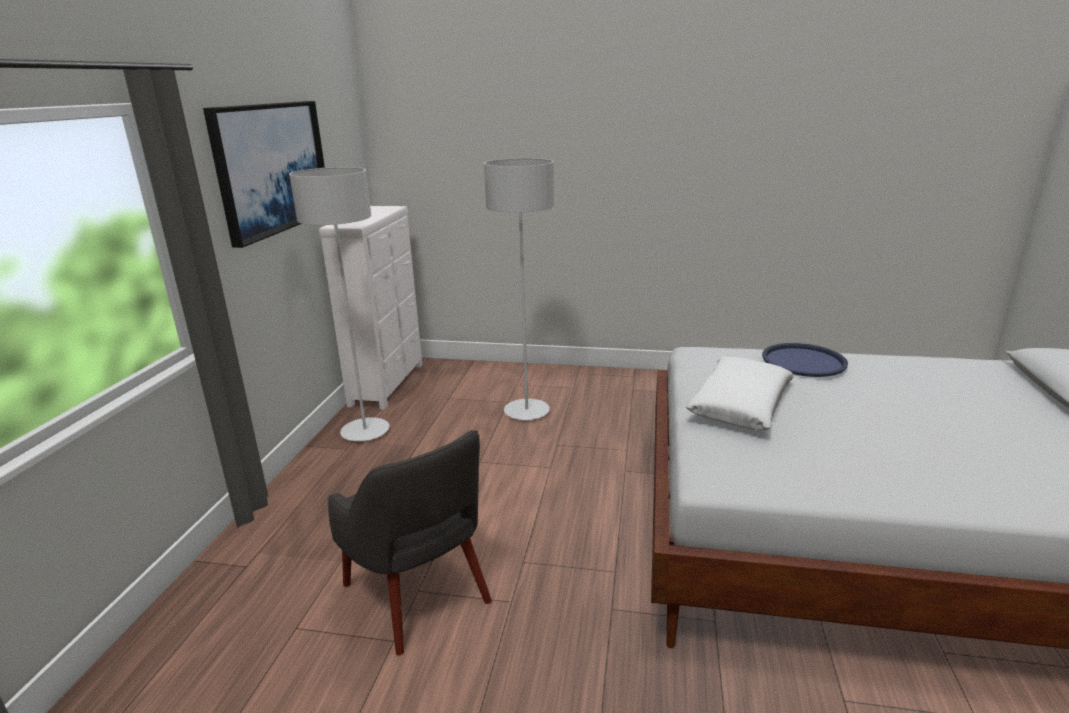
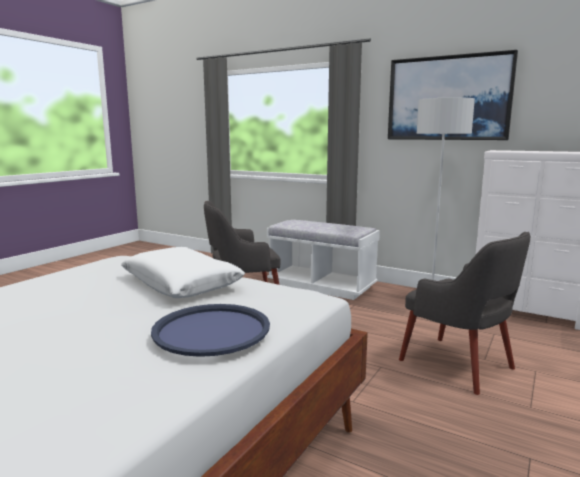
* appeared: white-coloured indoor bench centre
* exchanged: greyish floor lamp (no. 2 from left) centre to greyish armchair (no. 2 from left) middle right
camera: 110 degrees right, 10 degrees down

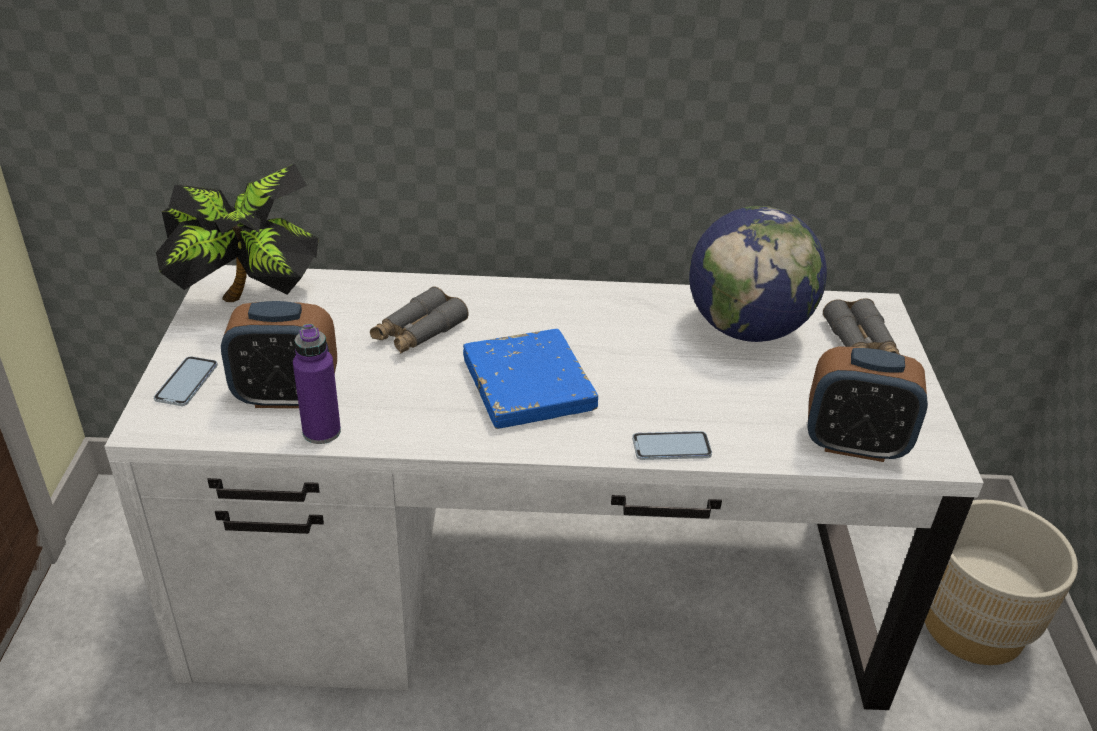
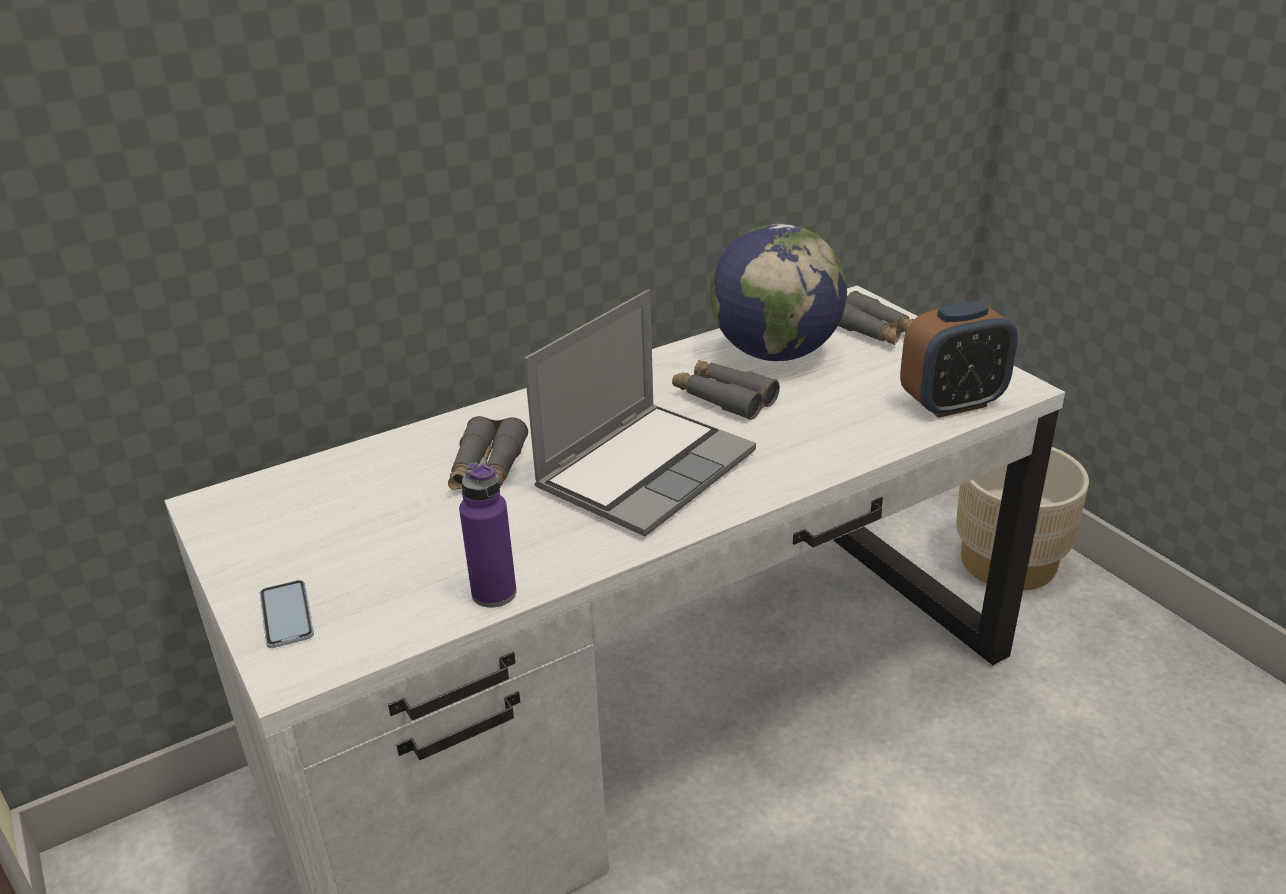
* missing: houseplant top left
* missing: table clock (no. 1 from left) middle left
* missing: phone (no. 2 from left) centre
* appeared: greyish binoculars (no. 2 from left) centre
* exchanged: blue volume centre to portable computer centre
camera: 30 degrees left, 5 degrees down

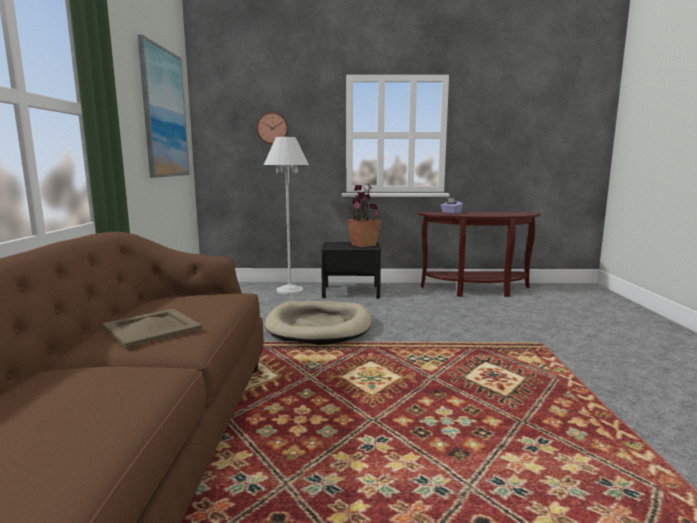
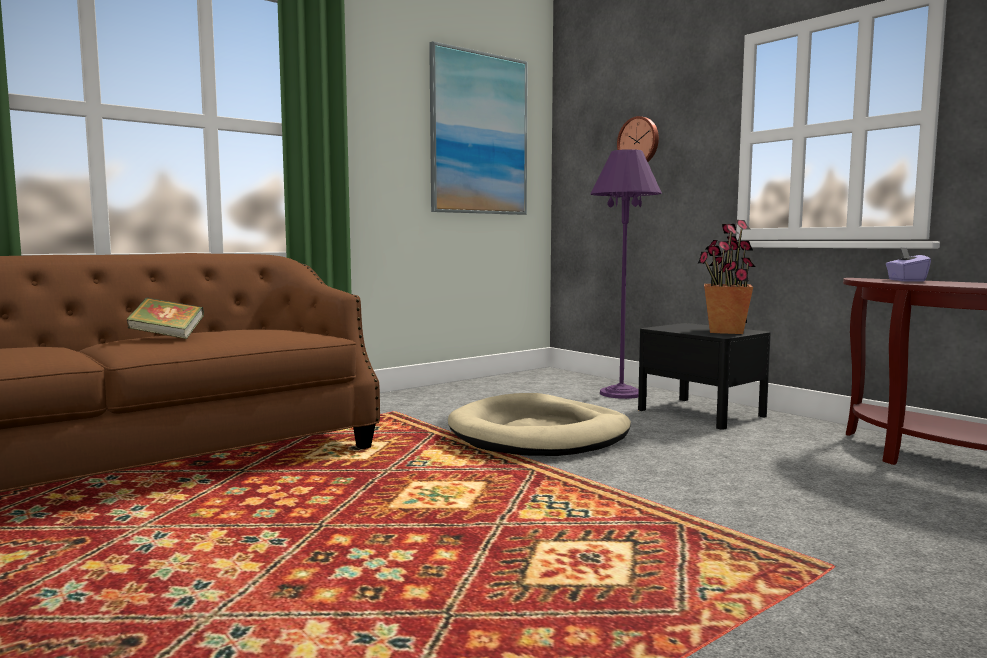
* exchanged: beige carrying tray middle left to volume middle left
* colour: white-coloured floor lamp centre to purple floor lamp centre
camera: 50 degrees right, 5 degrees down

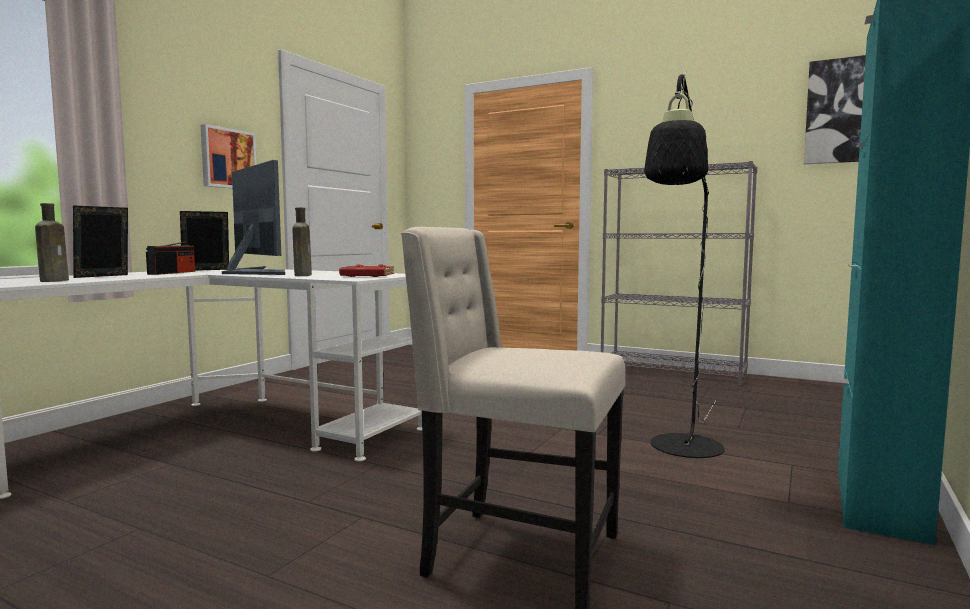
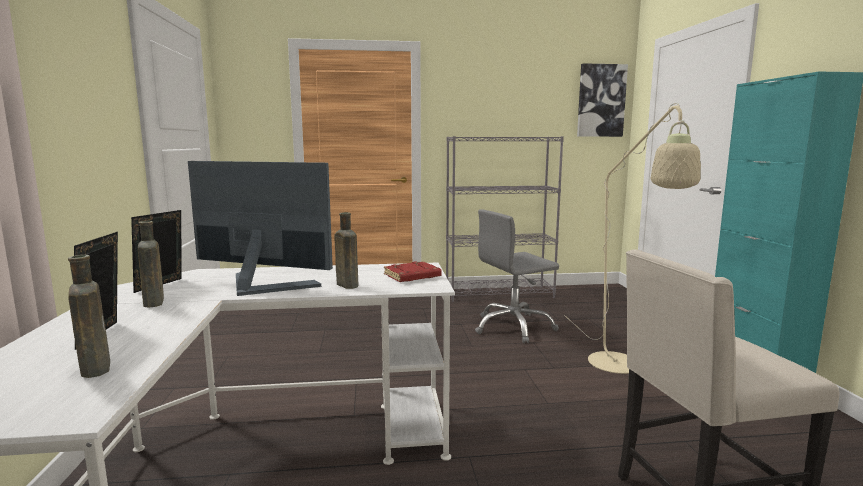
* missing: picture (no. 1 from left) top left
* appeared: greyish computer chair centre
* exchanged: radio set middle left to brown-coloured drink bottle (no. 2 from left) middle left
* colour: black floor lamp middle right to beige floor lamp middle right
camera: 35 degrees left, 5 degrees up

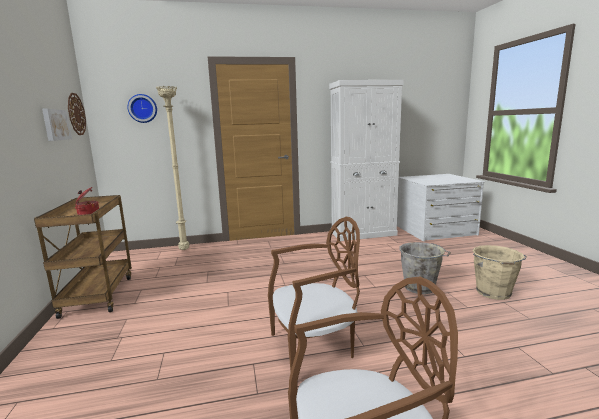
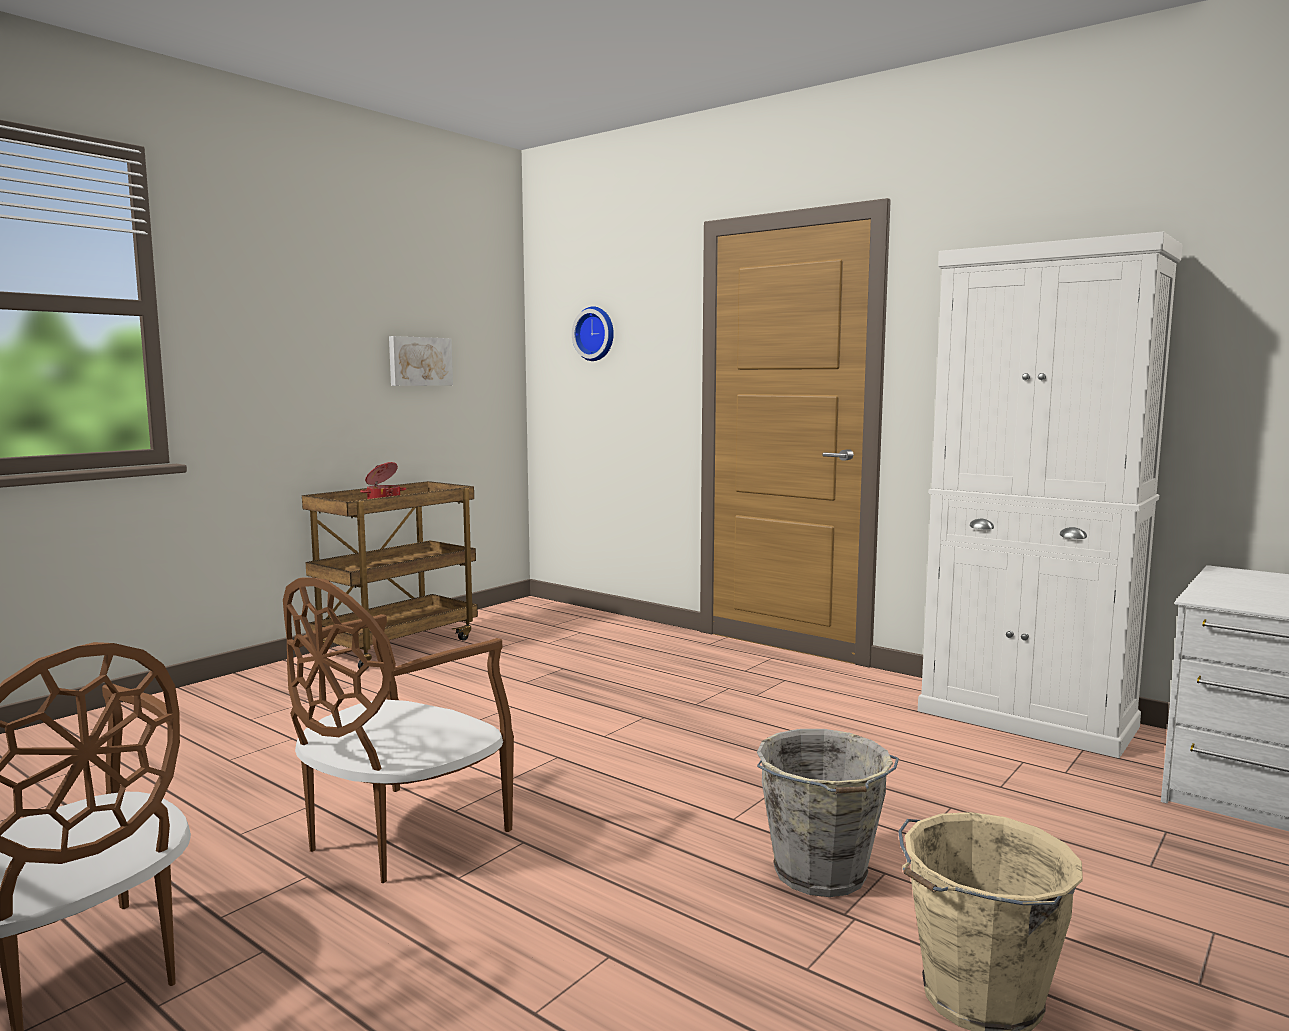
* missing: clock on the wall (no. 1 from left) top left
* missing: beige floor lamp middle left
* spun: brown-coloured plain chair (no. 1 from left in the first image) bottom centre = bottom left 90 degrees clockwise
camera: 50 degrees right, 5 degrees down

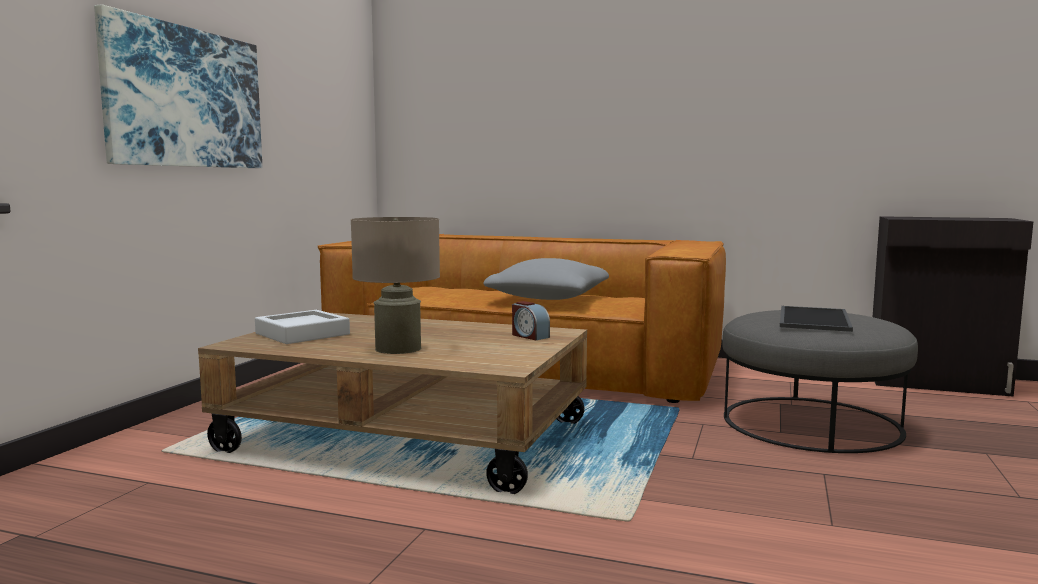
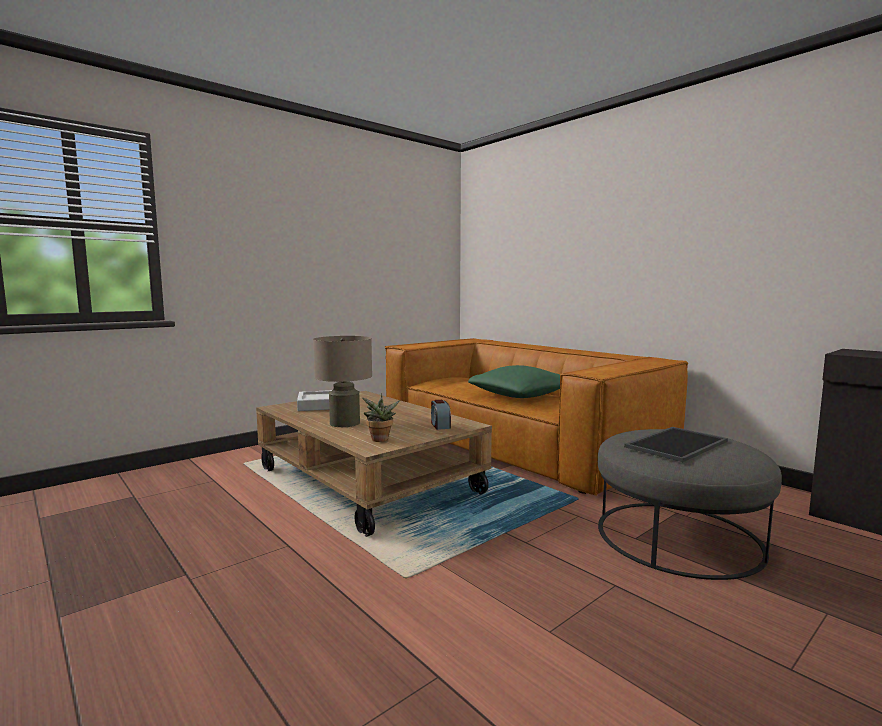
* missing: picture top left
* appeared: houseplant centre
* colour: greyish pillow centre to green-coloured pillow centre
camera: 30 degrees right, 0 degrees up

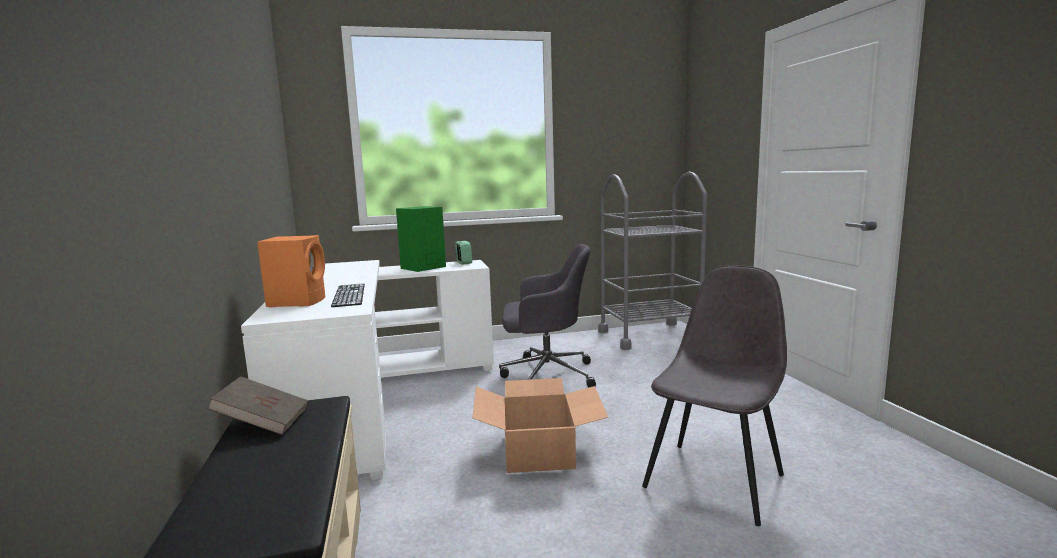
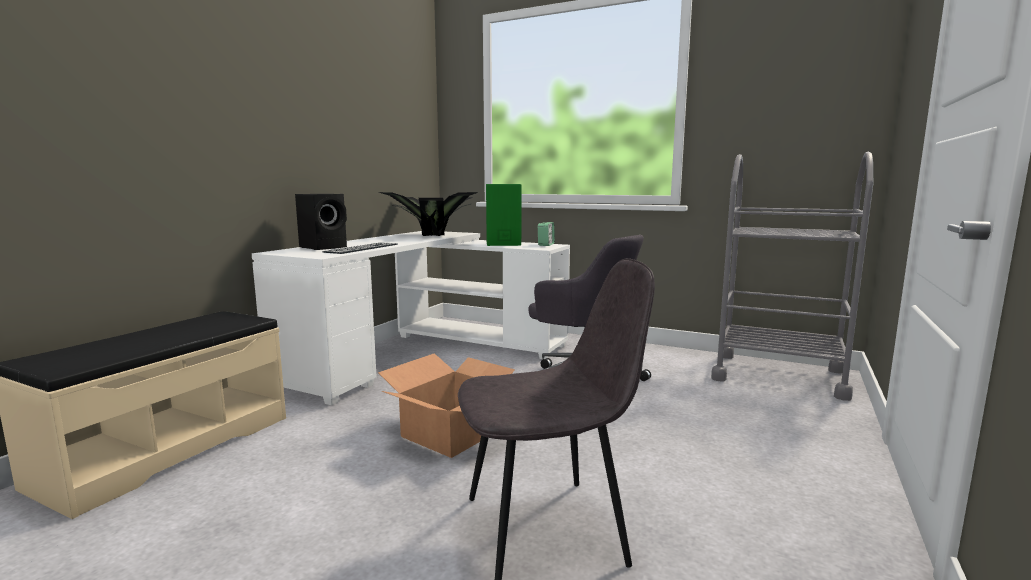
* missing: brown-coloured volume bottom left
* appeared: houseplant centre
* colour: orangey speaker middle left to black speaker middle left
camera: 40 degrees right, 0 degrees up

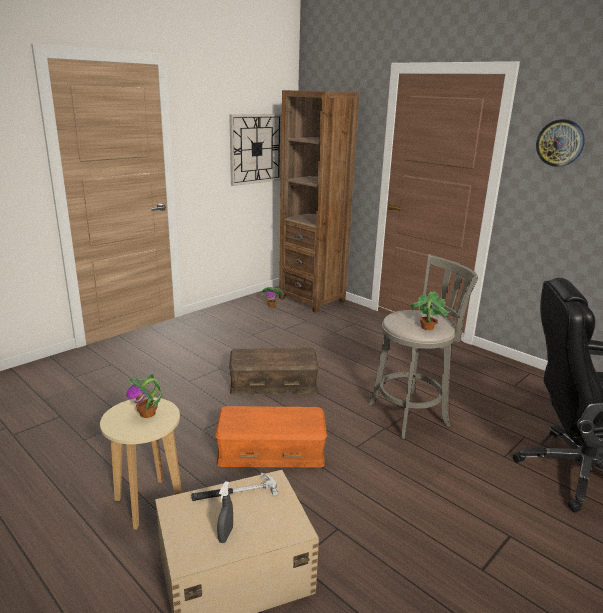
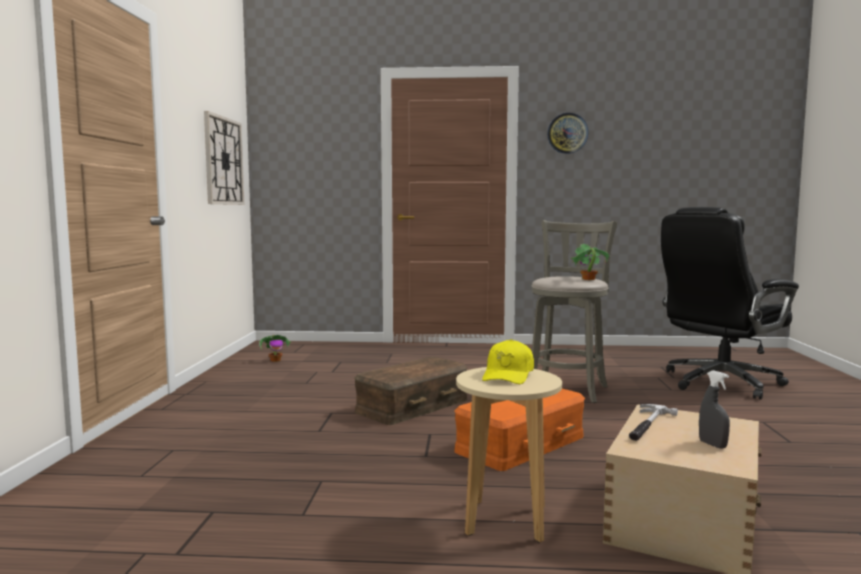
* missing: brown-coloured shelving unit top centre
* exchanged: houseplant (no. 1 from left) middle left to yellow-coloured peaked cap centre
camera: 40 degrees left, 15 degrees down

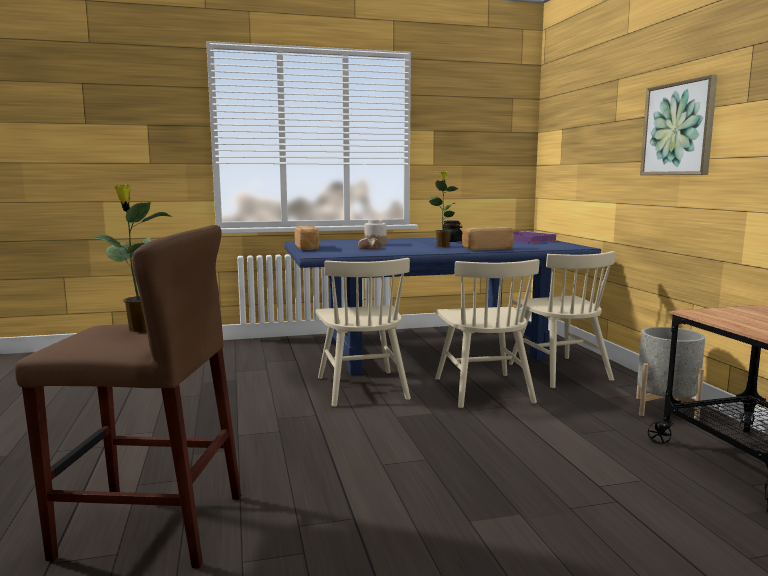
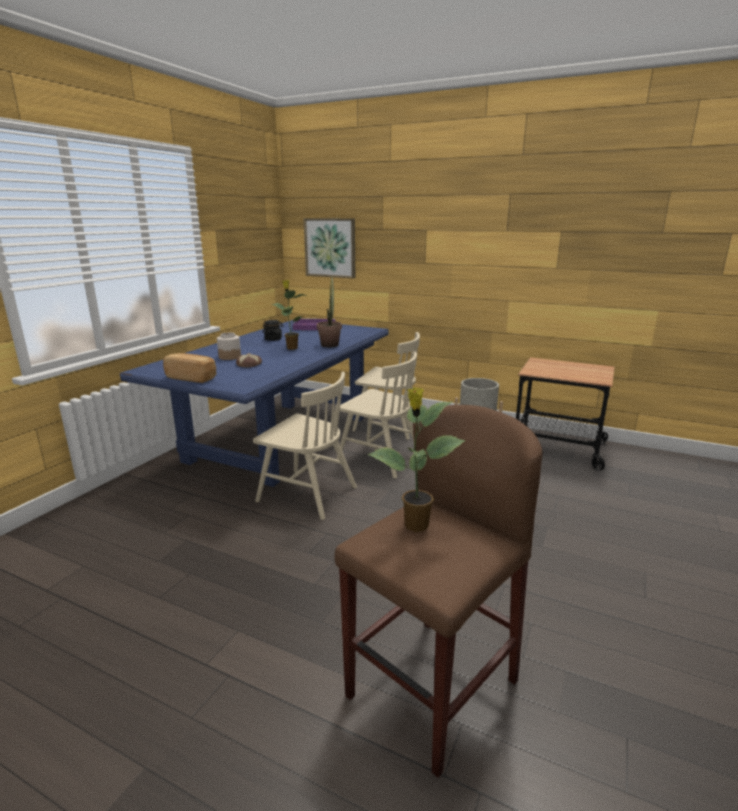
* relocated: picture top right to top centre
* exchanged: bread (no. 3 from left) centre to houseplant (no. 2 from left) centre
camera: 50 degrees left, 10 degrees up

